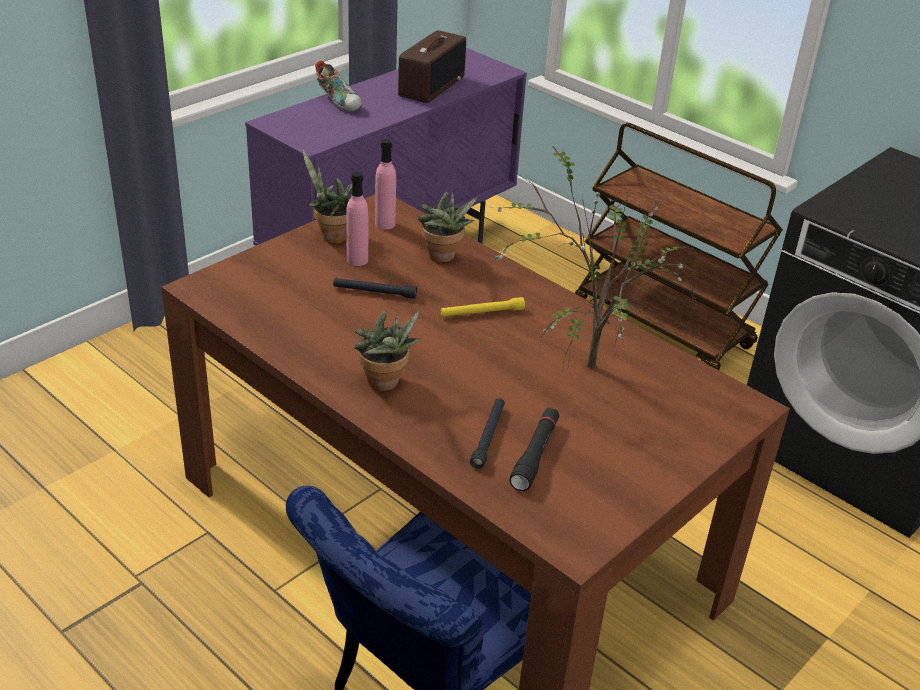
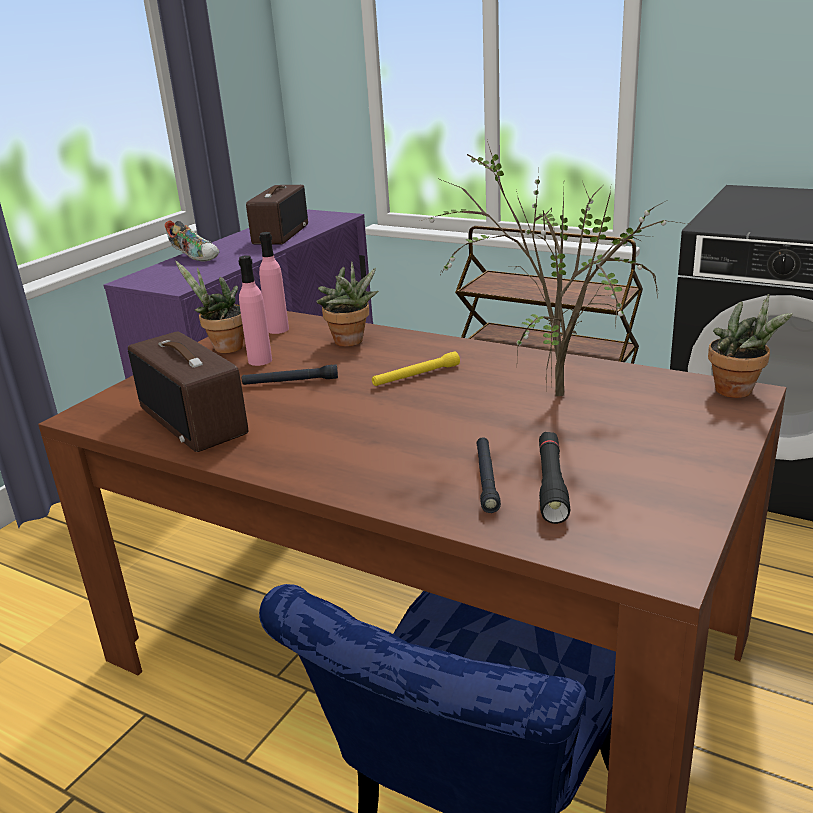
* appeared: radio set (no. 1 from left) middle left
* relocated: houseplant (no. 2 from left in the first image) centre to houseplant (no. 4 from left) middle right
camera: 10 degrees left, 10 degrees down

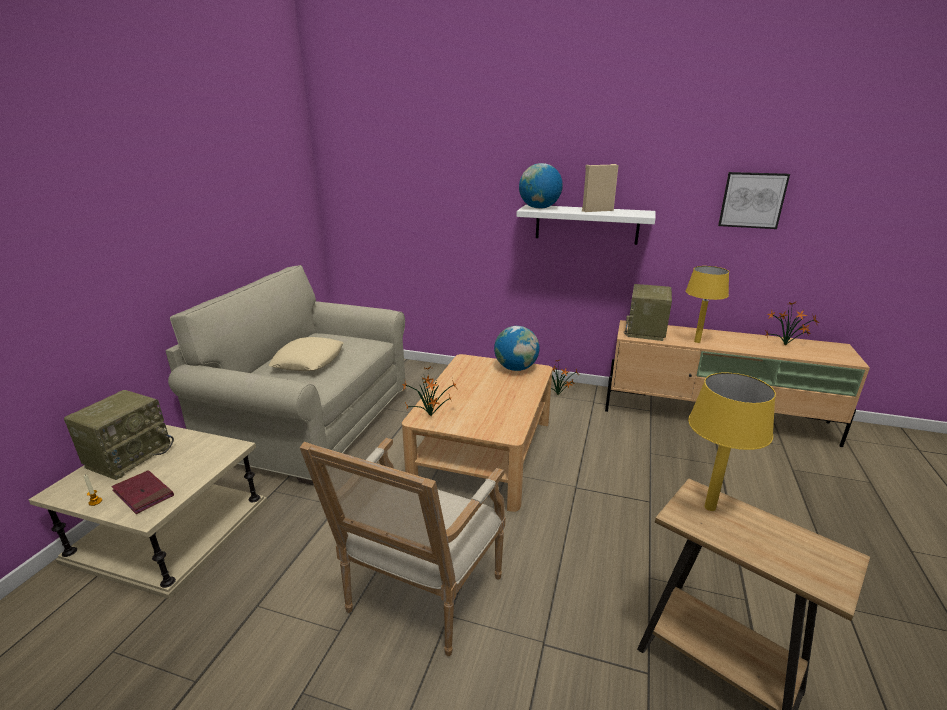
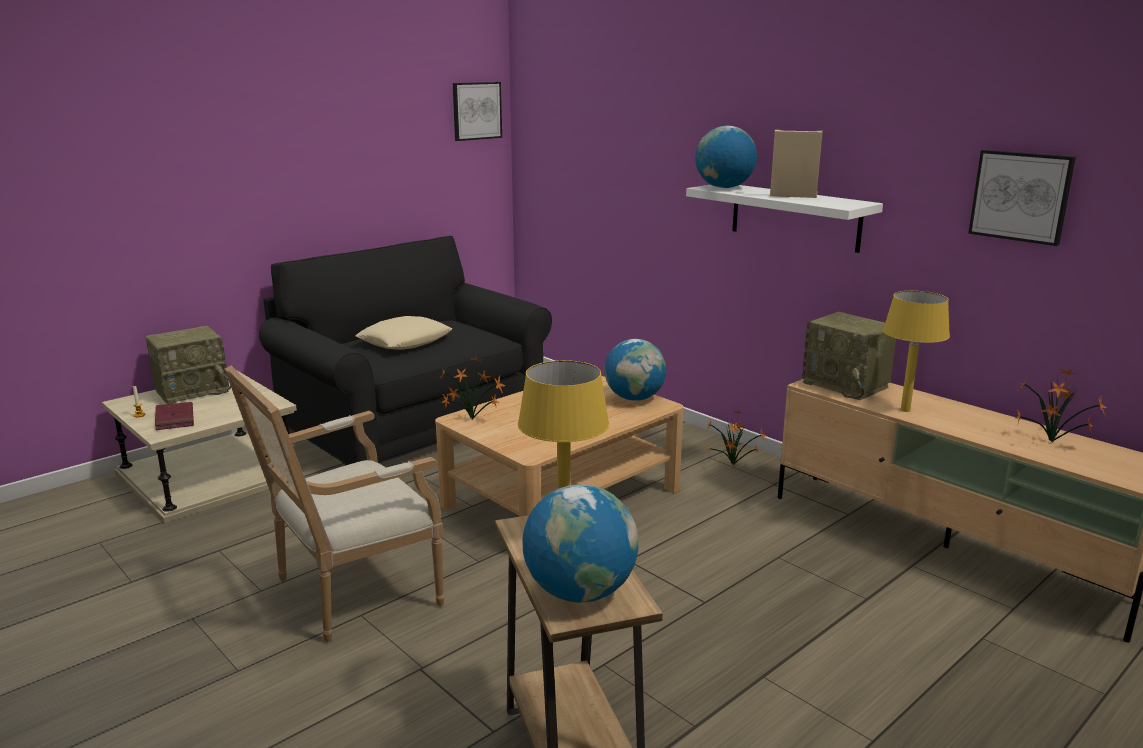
* appeared: picture (no. 1 from left) top centre
* appeared: desk globe (no. 1 from left) bottom centre
* colour: beige sofa middle left to black sofa centre
* spun: radio set (no. 2 from left) middle right = middle right 90 degrees counterclockwise
camera: 30 degrees right, 5 degrees down

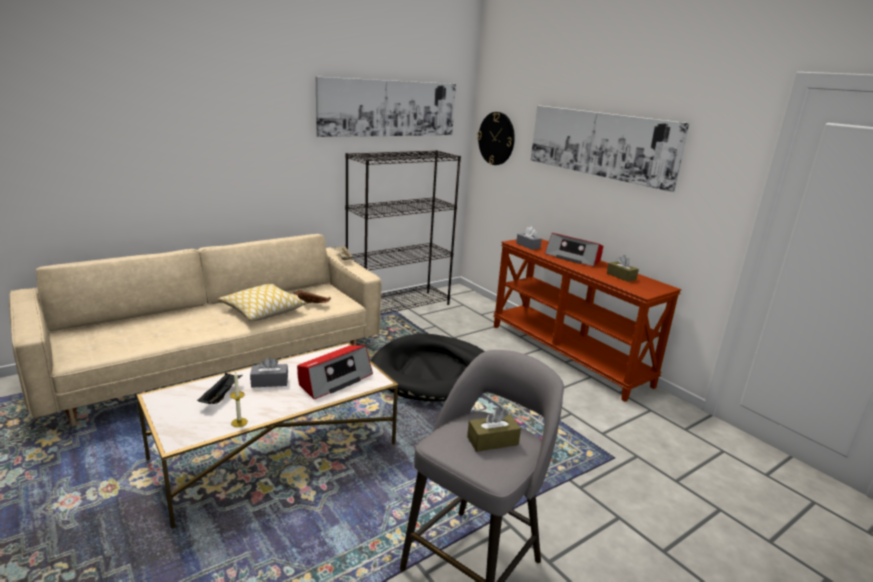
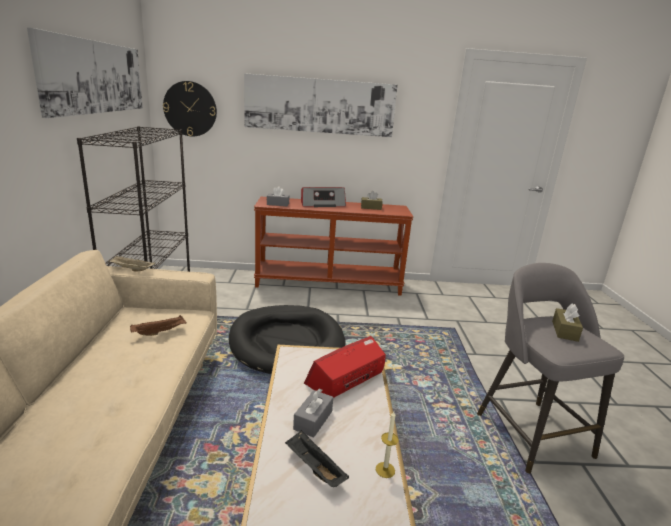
* missing: pillow middle left
* spun: radio set (no. 1 from left in the first image) centre = bottom centre 120 degrees counterclockwise
camera: 55 degrees left, 0 degrees up

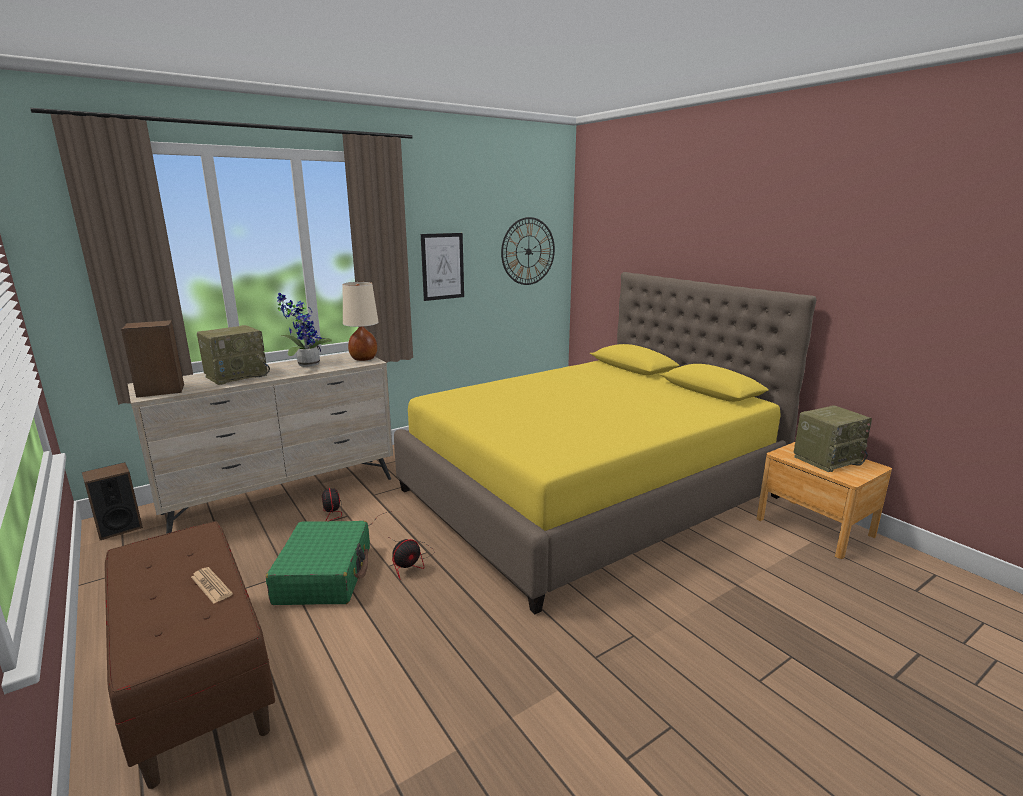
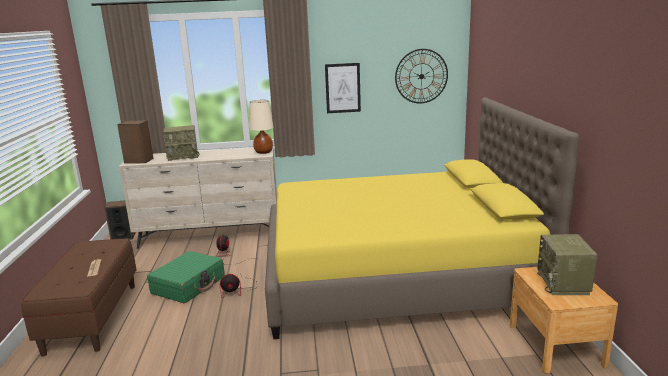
* missing: houseplant middle left
* spun: radio set (no. 2 from left) middle right = bottom right 90 degrees clockwise
camera: 30 degrees right, 0 degrees up

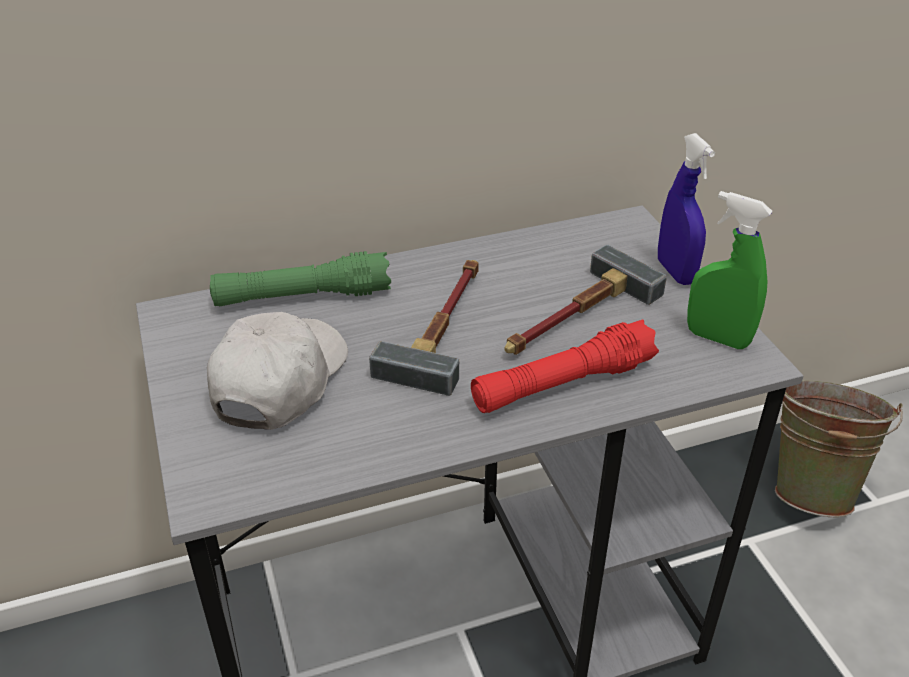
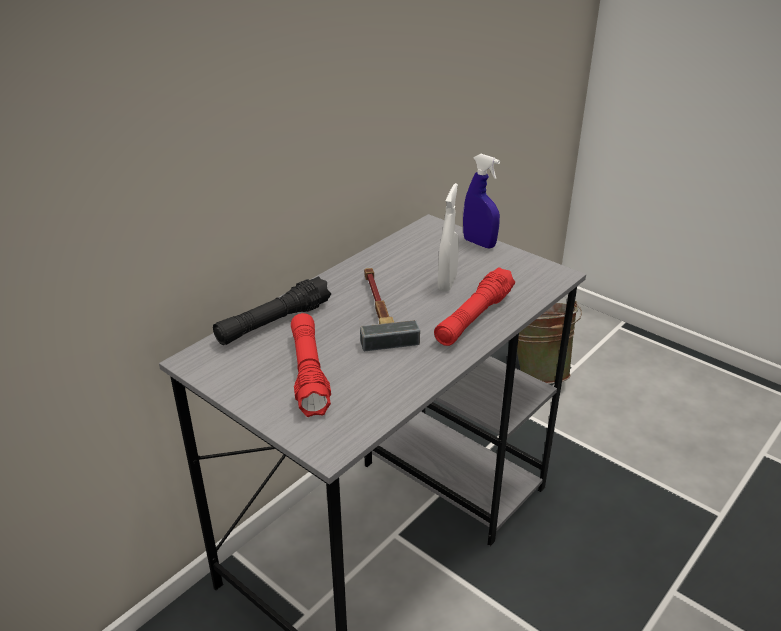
* missing: green-coloured hand sprayer middle right
* exchanged: white-coloured peaked cap middle left to red-coloured torch (no. 1 from left) centre
* exchanged: hammer (no. 2 from left) centre to white-coloured hand sprayer centre
* colour: green-coloured torch middle left to black torch centre
camera: 30 degrees left, 5 degrees down

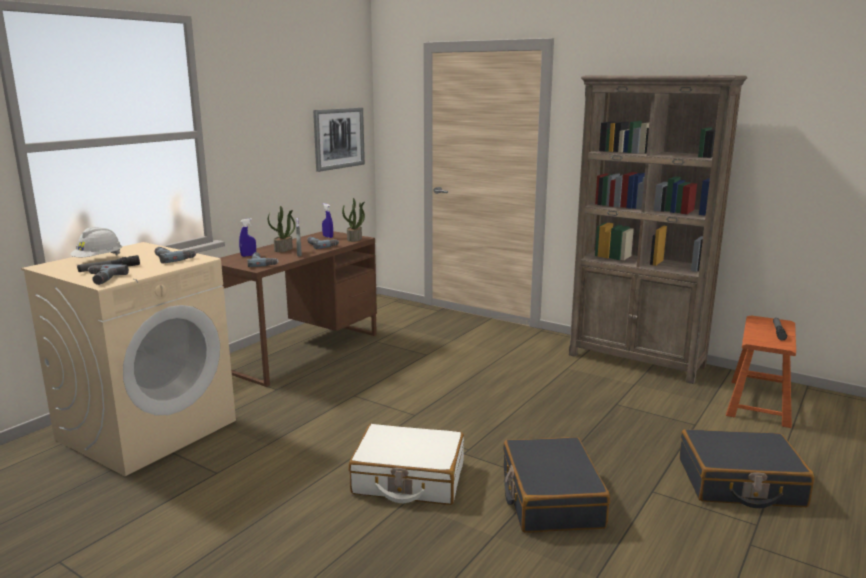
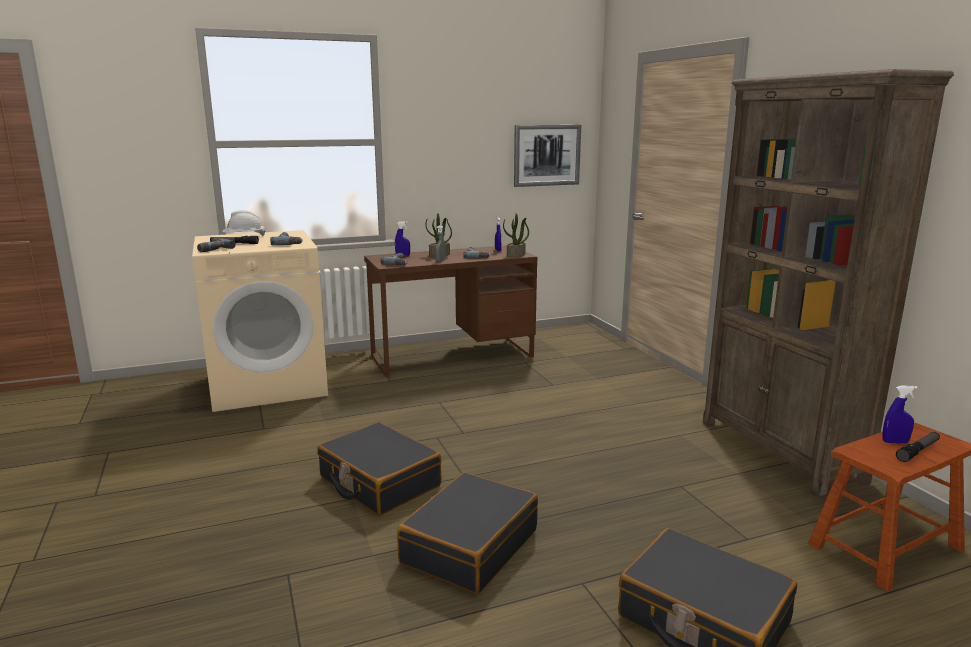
* appeared: blue hand sprayer (no. 3 from left) middle right
* colour: white-coloured piece of luggage bottom centre to black piece of luggage (no. 1 from left) bottom centre
camera: 35 degrees right, 0 degrees up

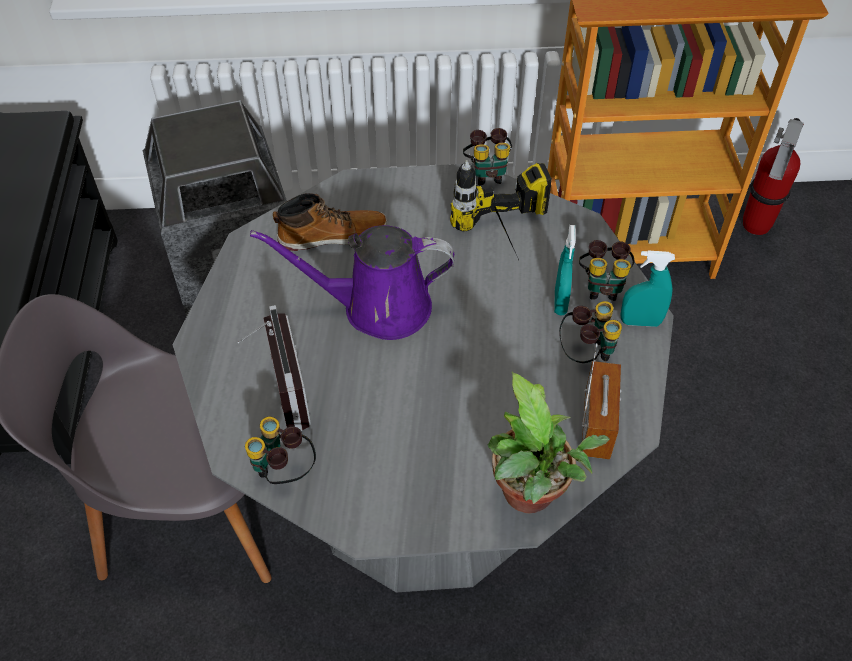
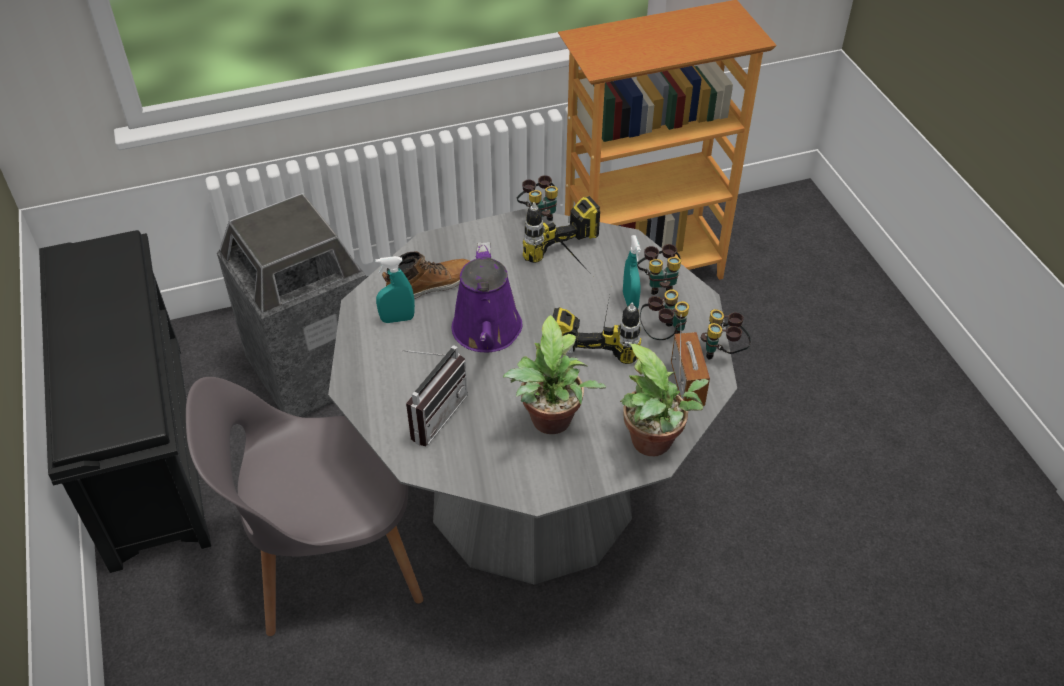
* missing: fire extinguisher top right
* appeared: houseplant (no. 1 from left) centre
* appeared: electric drill (no. 2 from left) centre
* relocated: binoculars (no. 1 from left in the first image) bottom left to binoculars (no. 4 from left) middle right
* relocated: turquoise-coloured hand sprayer (no. 2 from left in the first image) middle right to turquoise-coloured hand sprayer (no. 1 from left) centre
* spun: radio set (no. 1 from left) middle left = centre 60 degrees clockwise
* spun: purple watering pot centre = centre 75 degrees counterclockwise
camera: 15 degrees left, 5 degrees down

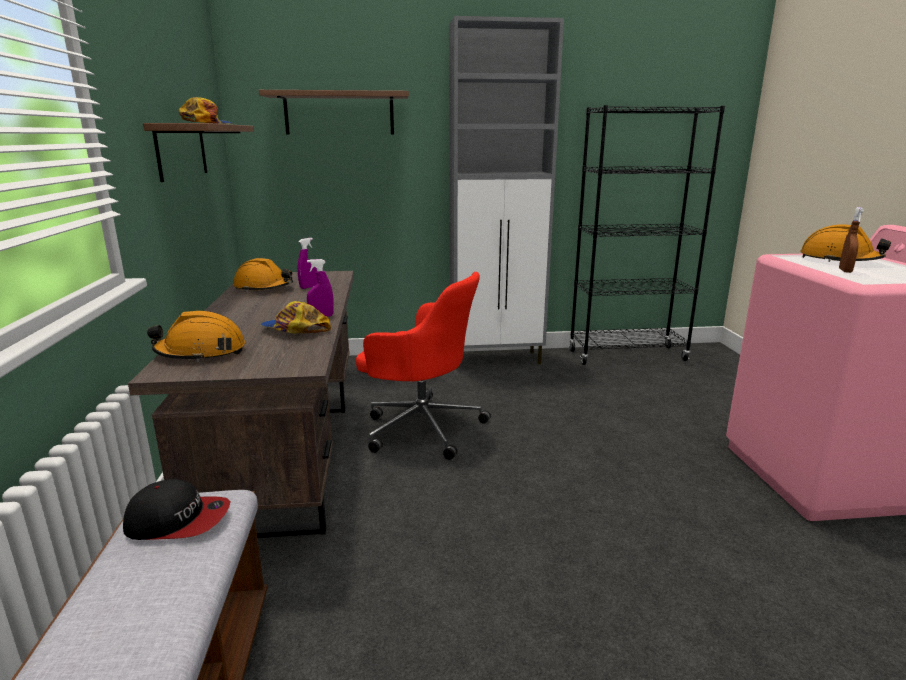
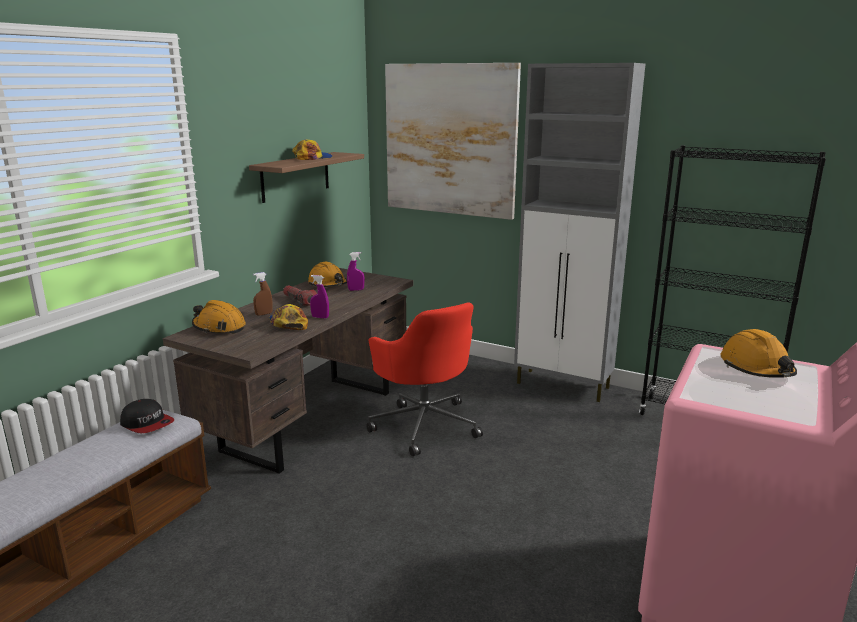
* appeared: torch centre
* relocated: brown-coloured hand sprayer middle right to middle left
* exchanged: wall shelf (no. 2 from left) top centre to picture top centre
camera: 35 degrees right, 0 degrees up

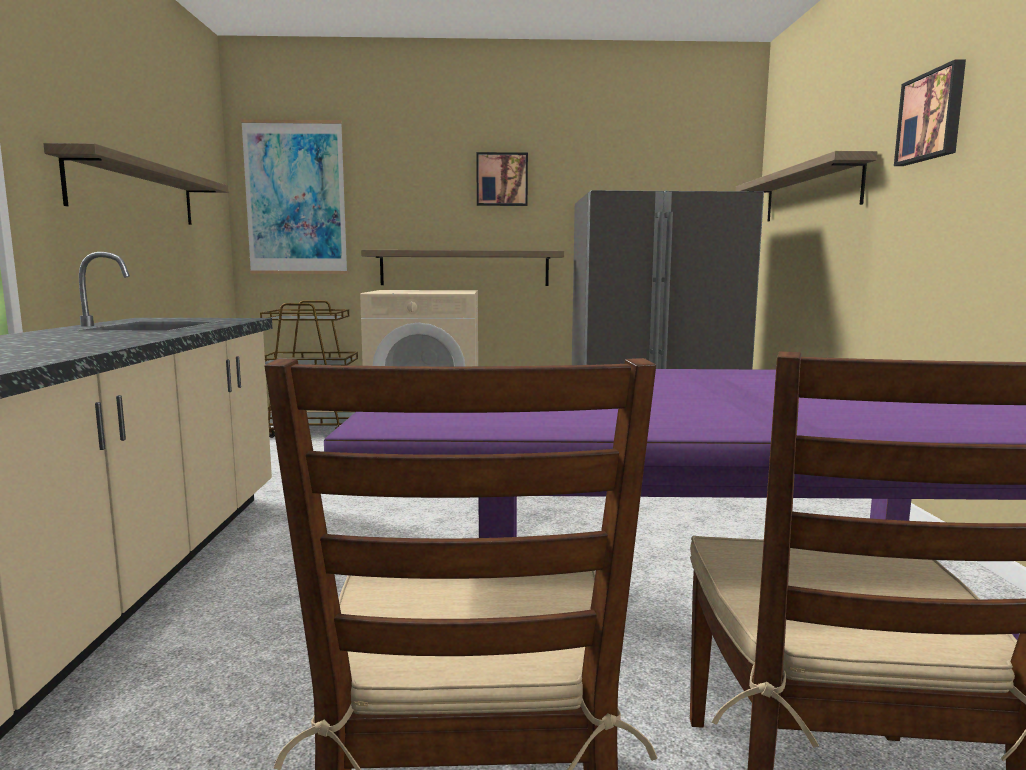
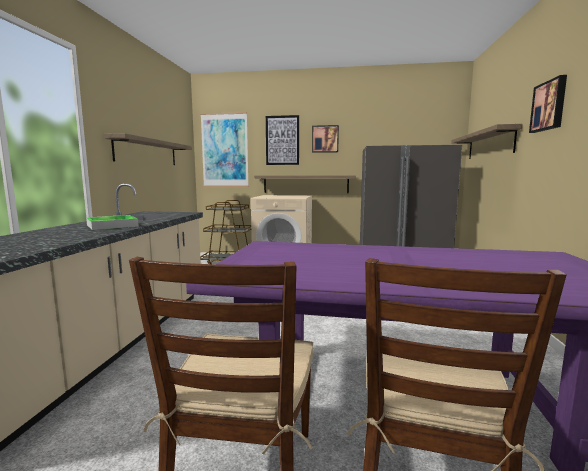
* appeared: carrying tray middle left
* appeared: picture (no. 2 from left) top centre
camera: 10 degrees right, 0 degrees up

